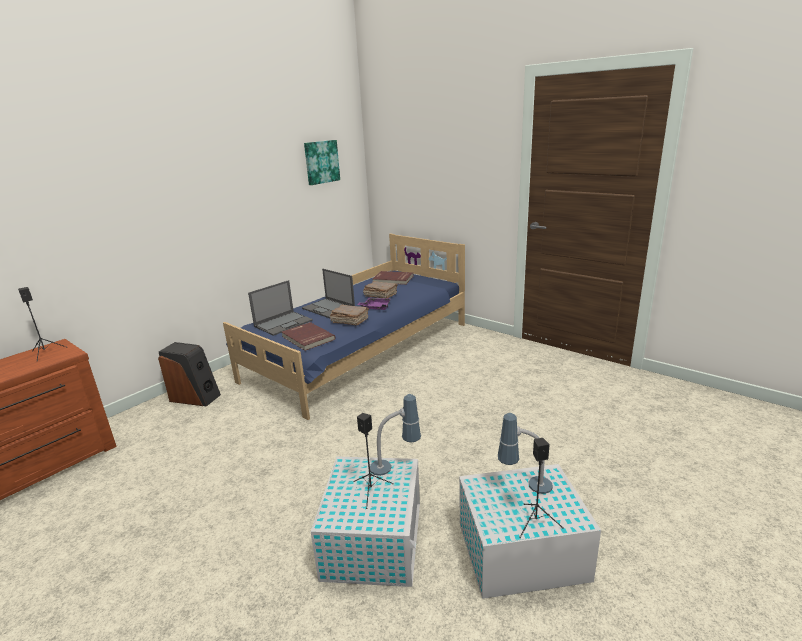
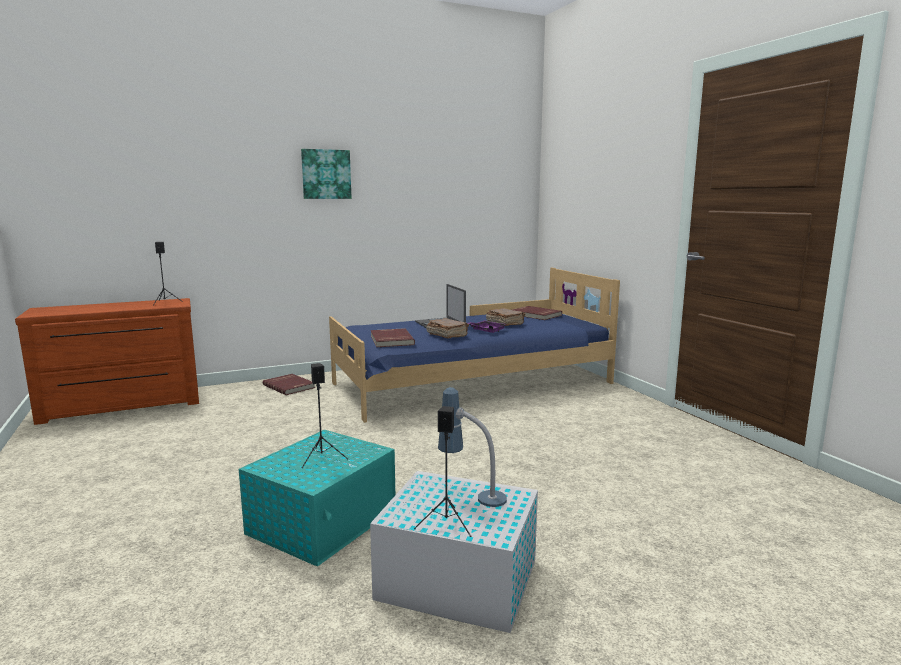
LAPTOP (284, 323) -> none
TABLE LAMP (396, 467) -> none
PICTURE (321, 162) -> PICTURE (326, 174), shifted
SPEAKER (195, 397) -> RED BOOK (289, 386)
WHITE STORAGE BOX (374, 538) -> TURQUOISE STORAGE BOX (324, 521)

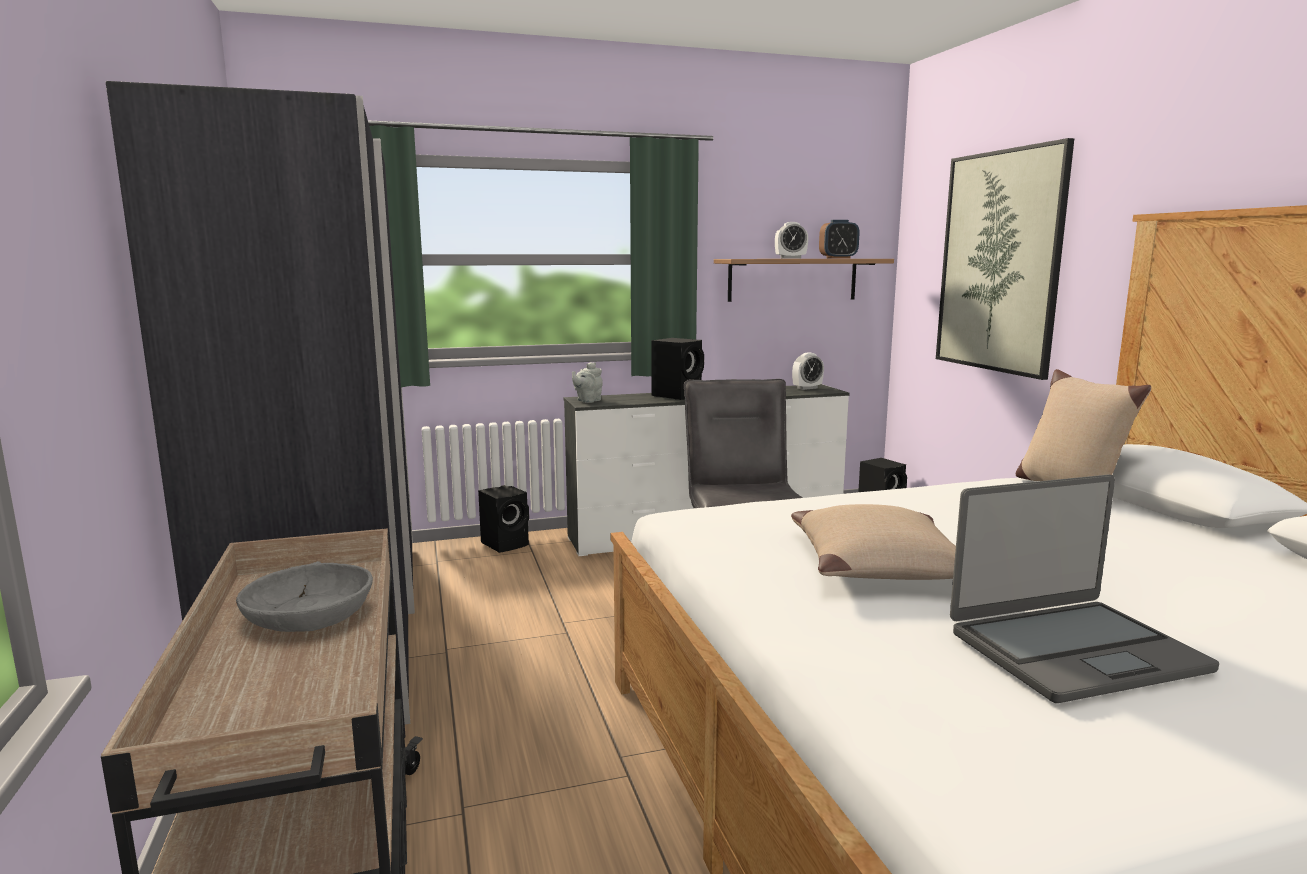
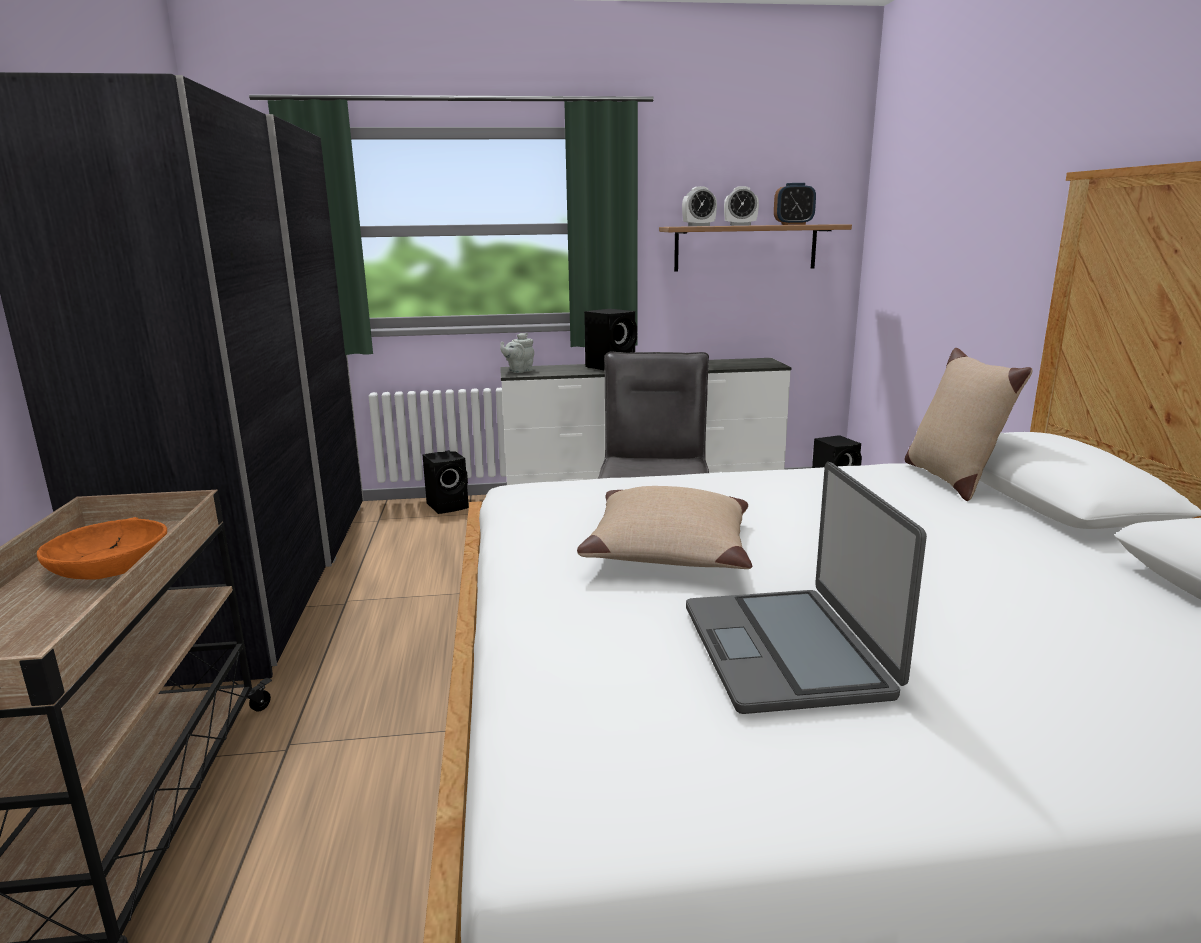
PICTURE (999, 262) -> none
ALARM CLOCK (807, 388) -> ALARM CLOCK (698, 226), shifted
GREY BOWL (308, 615) -> ORANGE BOWL (109, 565)
LAPTOP (1073, 650) -> LAPTOP (787, 650), 90 degrees clockwise

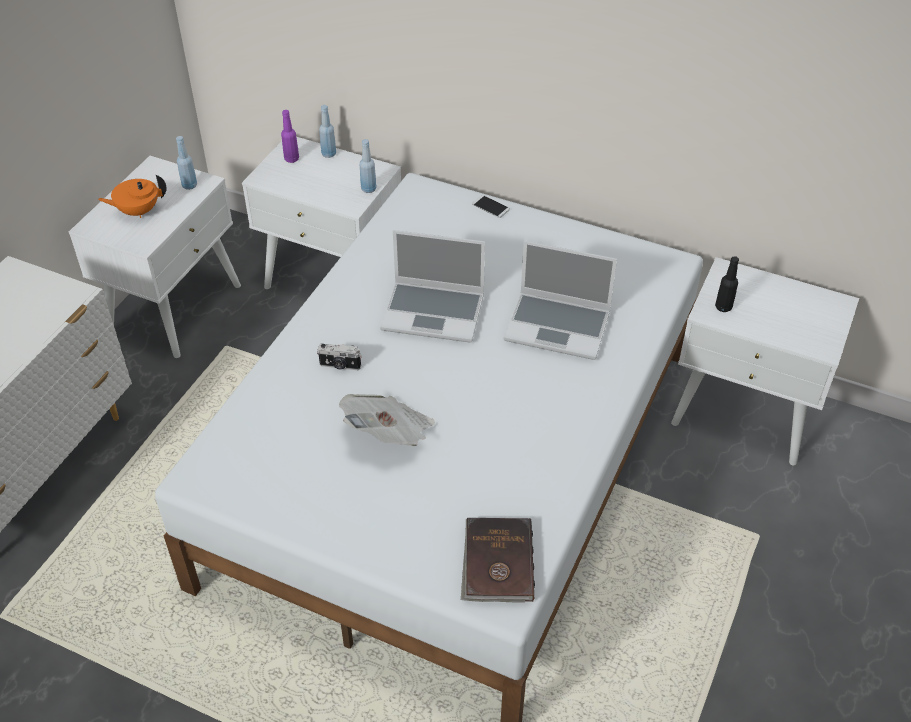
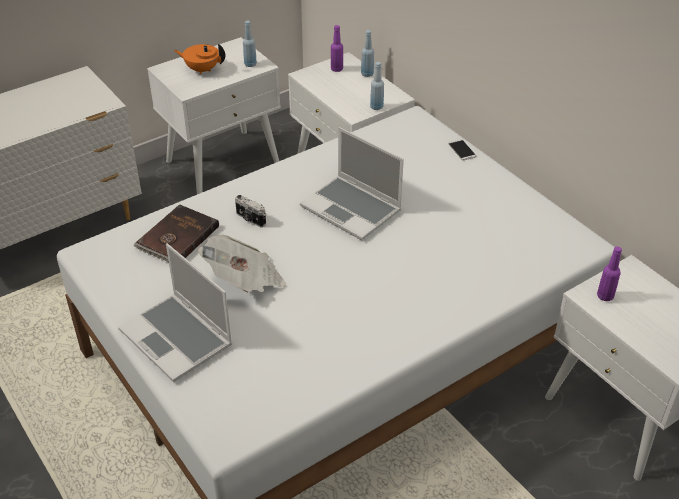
BROWN BOOK (497, 563) -> BROWN BOOK (177, 237), shifted
LAPTOP (559, 326) -> LAPTOP (178, 338), shifted
BLACK BOTTLE (723, 307) -> PURPLE BOTTLE (605, 296)

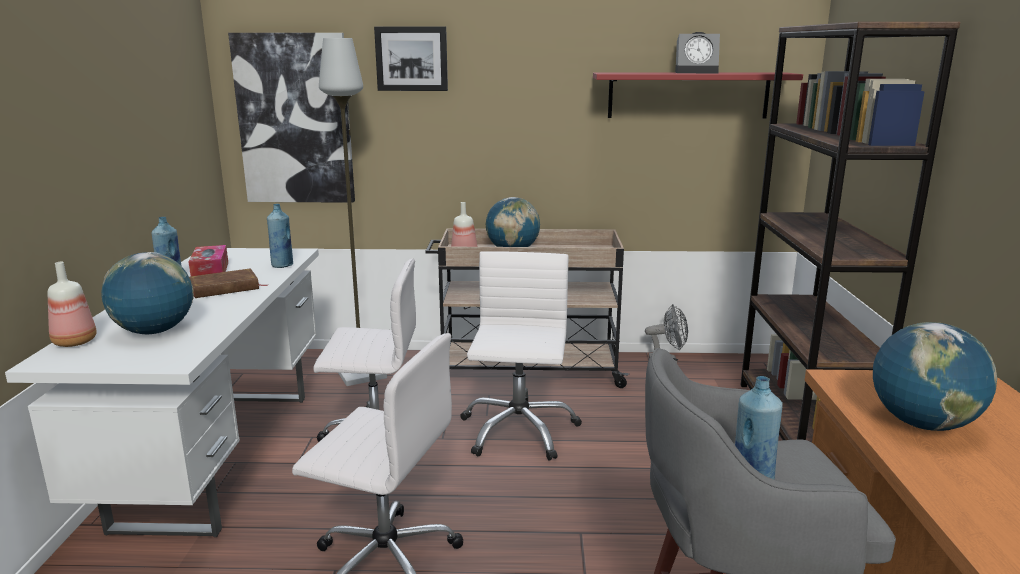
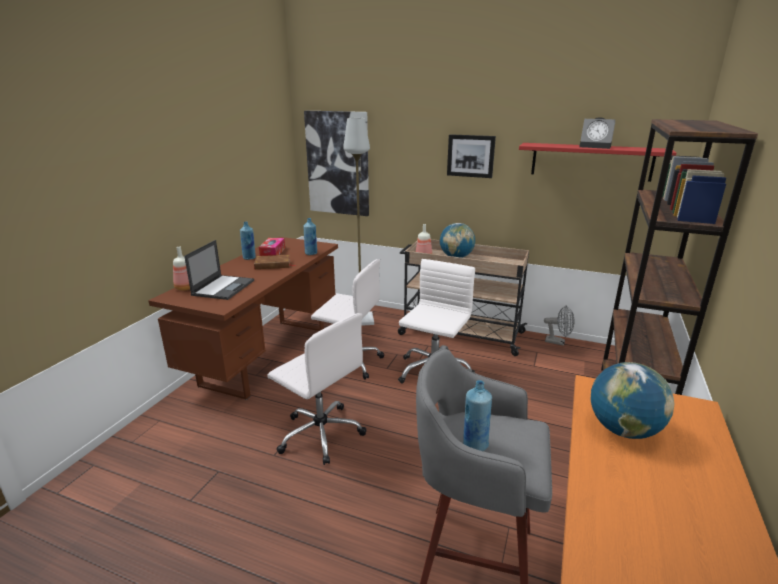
PICTURE (412, 58) -> PICTURE (470, 156), shifted
GLOBE (154, 332) -> LAPTOP (223, 287)
WHITE DESK (219, 455) -> BROWN DESK (266, 355)

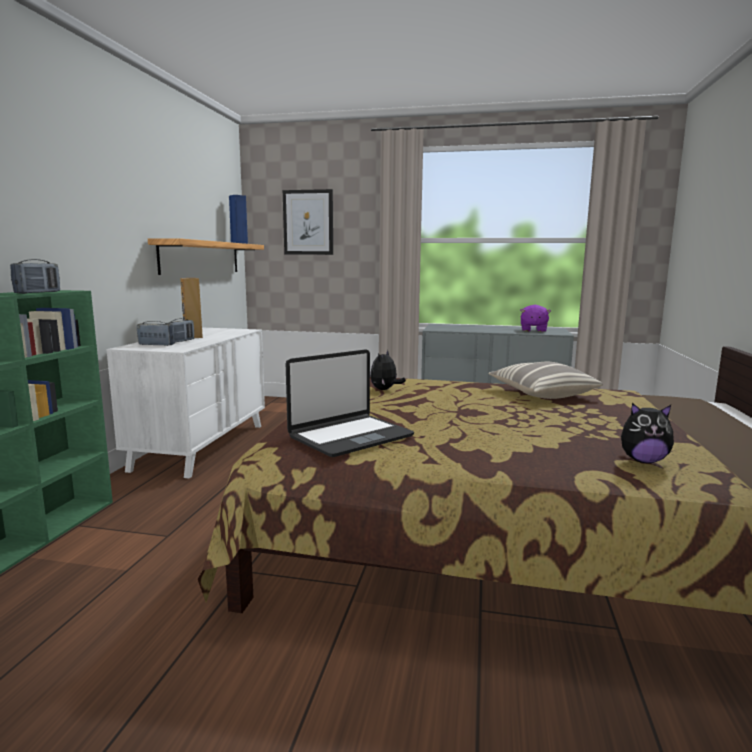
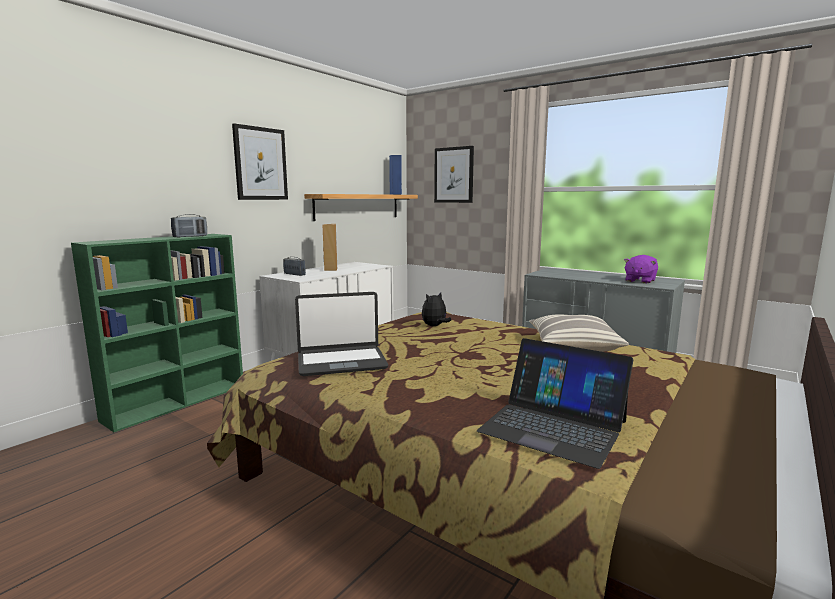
RADIO (180, 341) -> none
none -> PICTURE (260, 164)
PLUSH TOY (643, 460) -> LAPTOP (553, 426)

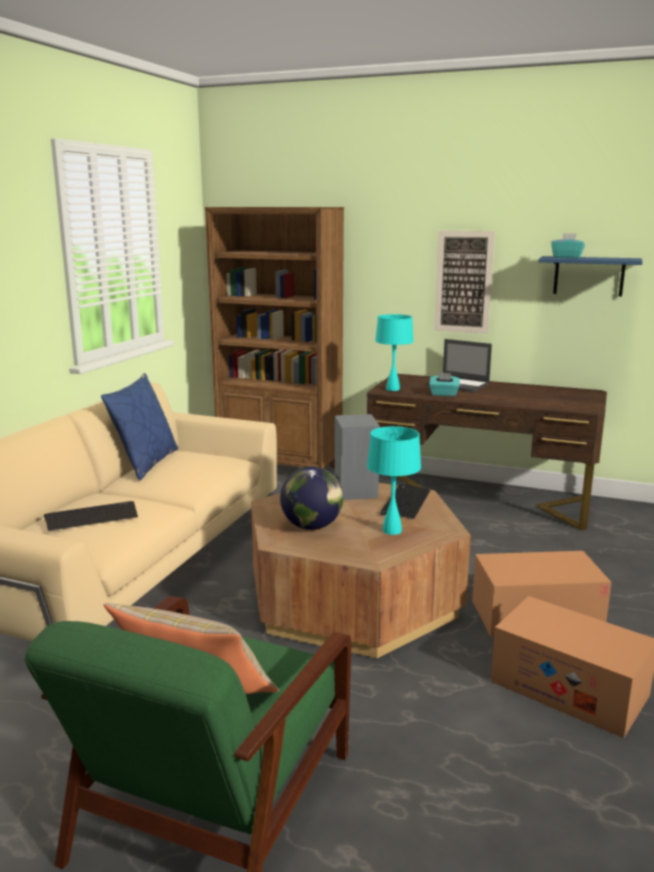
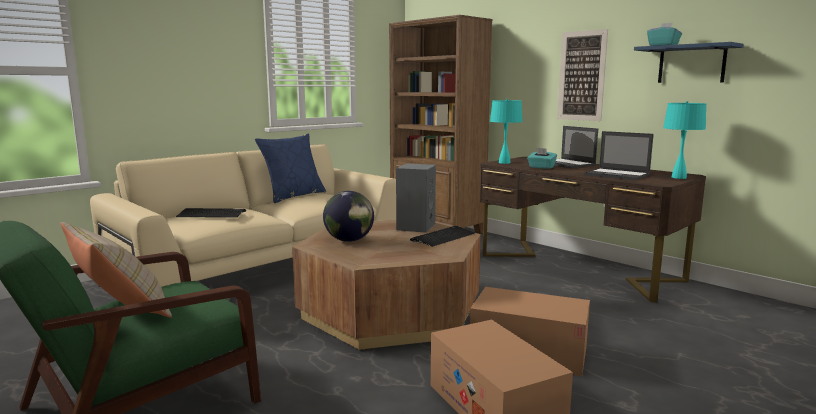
none -> LAPTOP (618, 175)
TURQUOISE TABLE LAMP (392, 531) -> TURQUOISE TABLE LAMP (679, 177), shifted

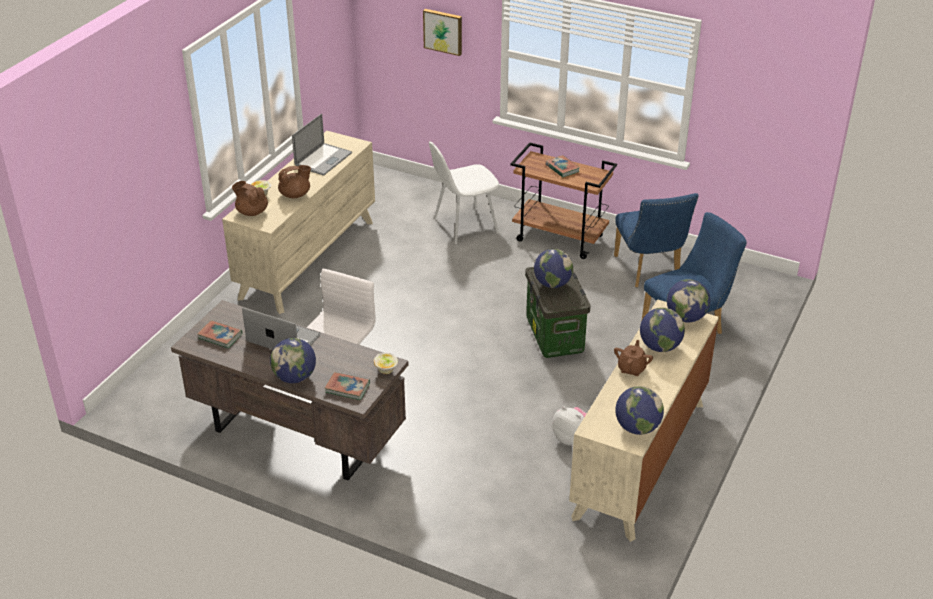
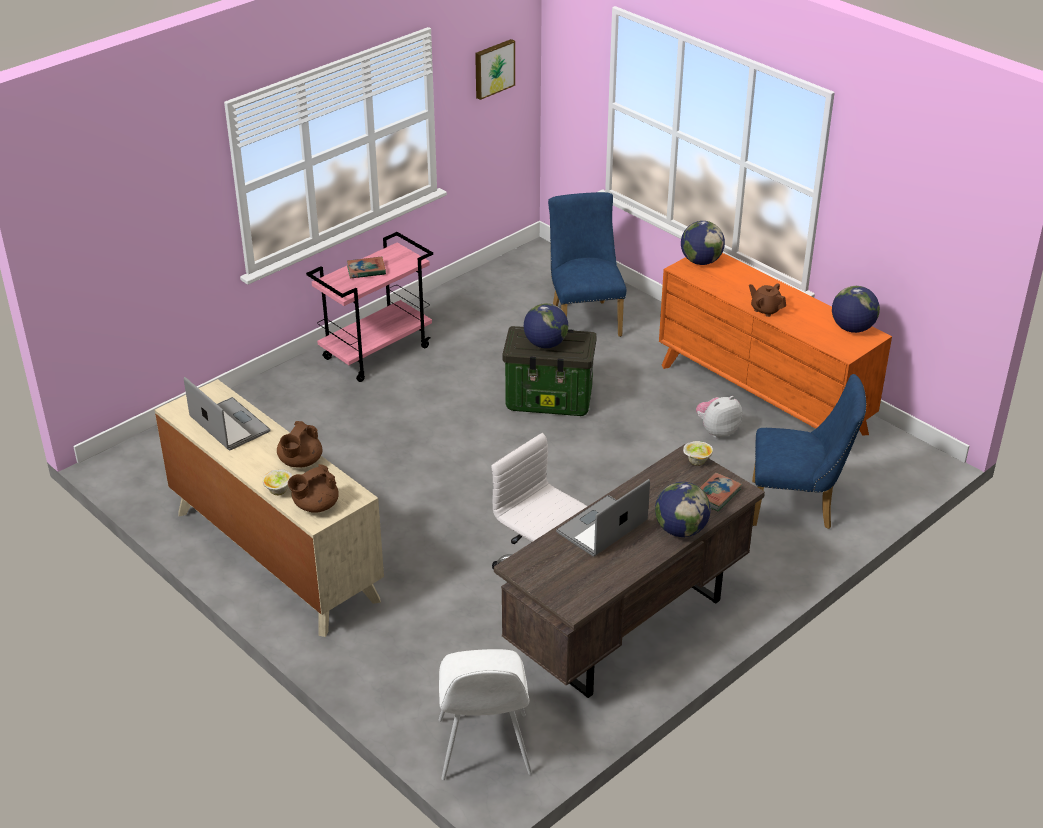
BOOK (220, 336) -> none
GLOBE (660, 347) -> none
PICTURE (443, 31) -> PICTURE (493, 68), shifted
WHITE CHAIR (464, 225) -> WHITE CHAIR (484, 749), shifted
BLUE CHAIR (649, 271) -> BLUE CHAIR (798, 507), shifted
BROWN CART (560, 238) -> PINK CART (377, 352)
BEIGE DRESSER (640, 459) -> ORANGE DRESSER (763, 399)
BROWN TEAPOT (295, 195) -> BROWN TEAPOT (300, 462), 150 degrees counterclockwise

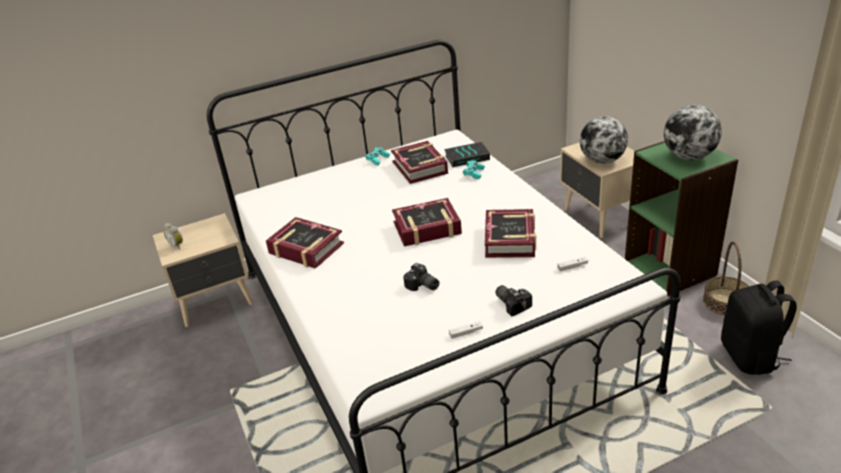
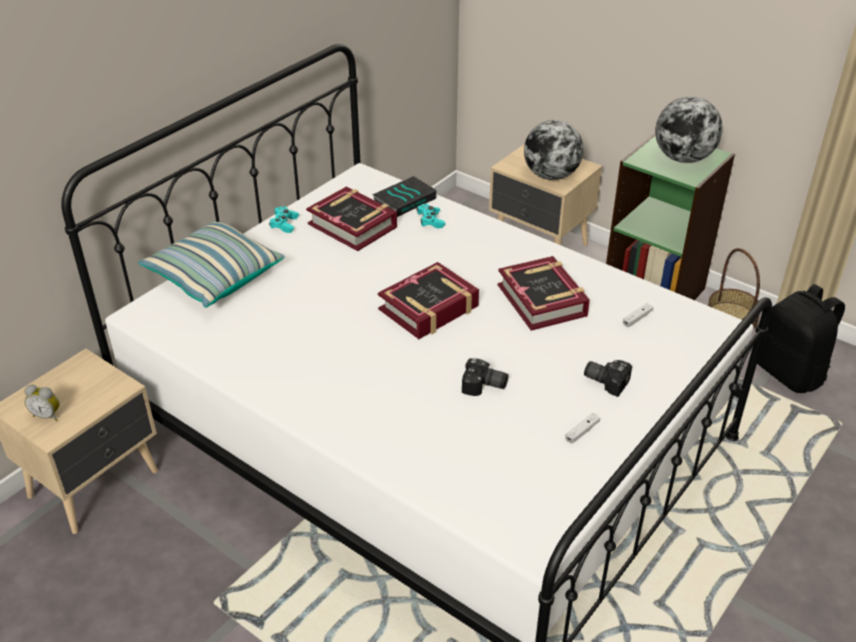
BOOK (306, 249) -> none
none -> PILLOW (214, 277)

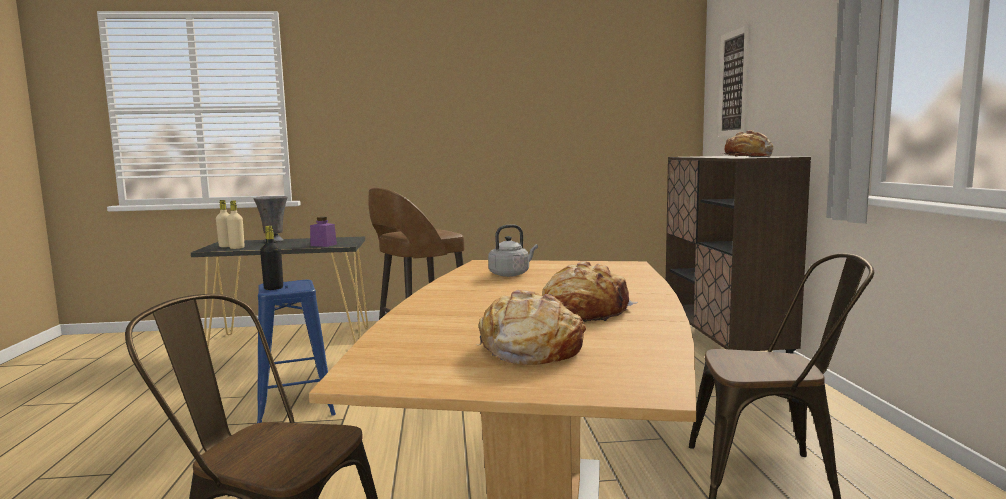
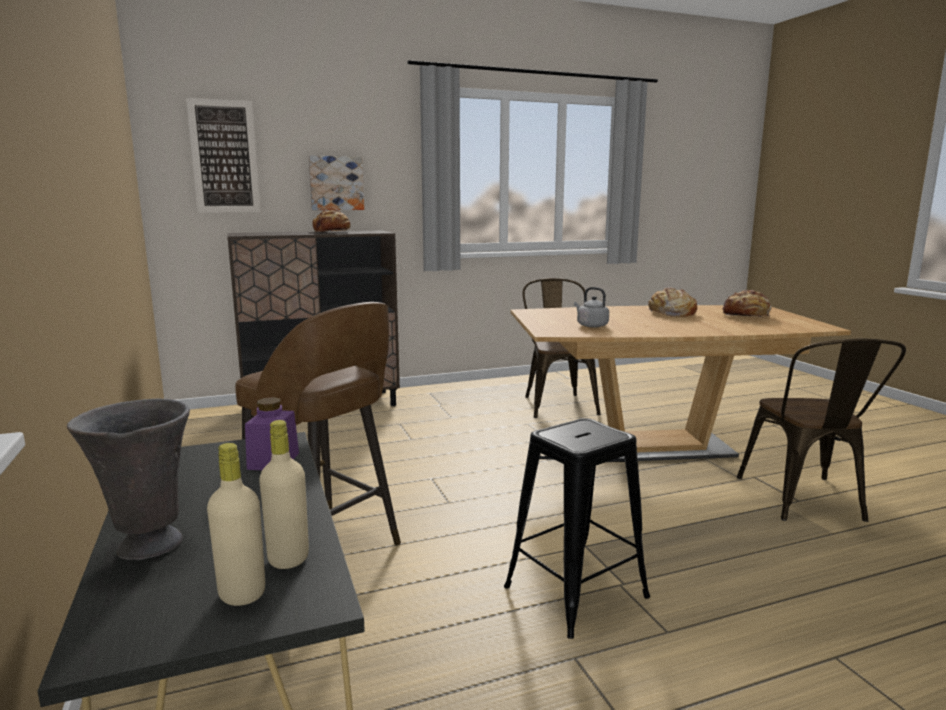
BLACK BOTTLE (273, 288) -> none
none -> PICTURE (336, 183)
BLUE STOOL (295, 406) -> BLACK STOOL (575, 592)

